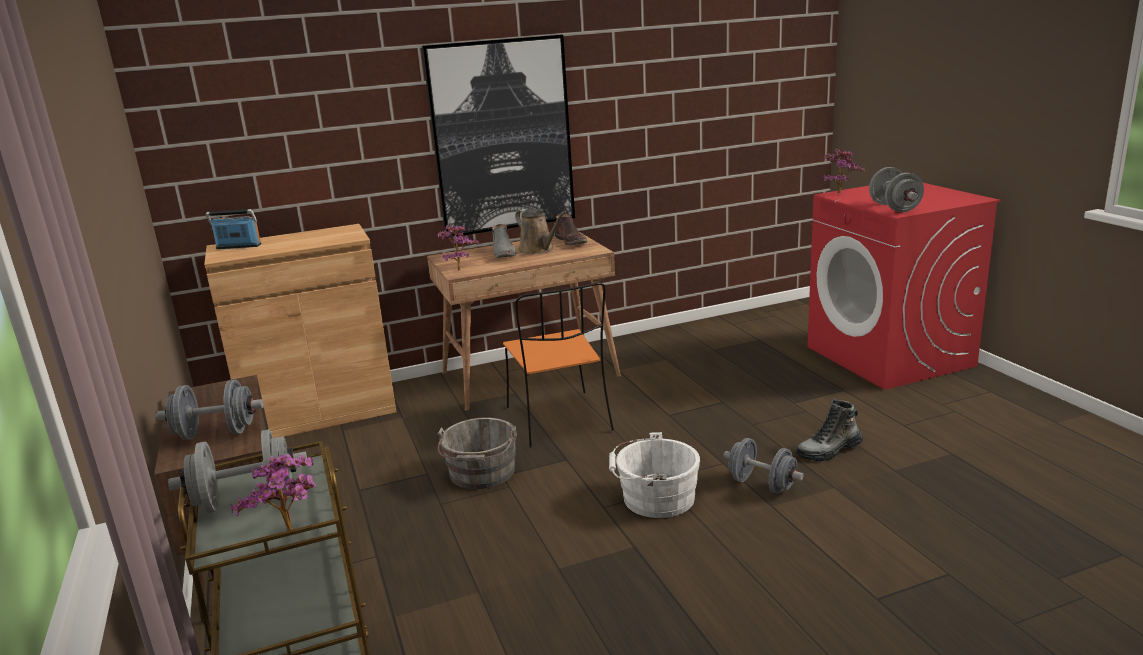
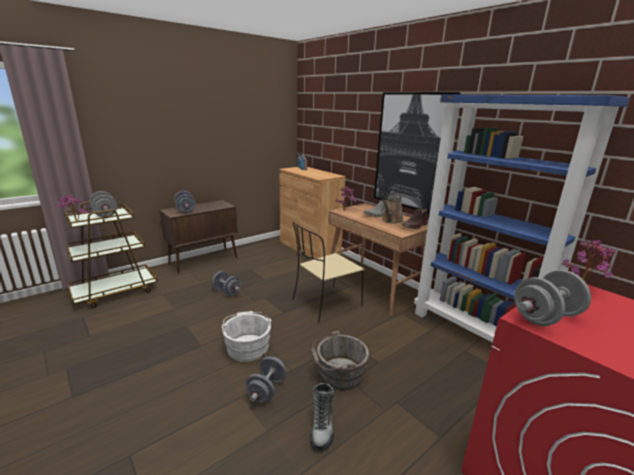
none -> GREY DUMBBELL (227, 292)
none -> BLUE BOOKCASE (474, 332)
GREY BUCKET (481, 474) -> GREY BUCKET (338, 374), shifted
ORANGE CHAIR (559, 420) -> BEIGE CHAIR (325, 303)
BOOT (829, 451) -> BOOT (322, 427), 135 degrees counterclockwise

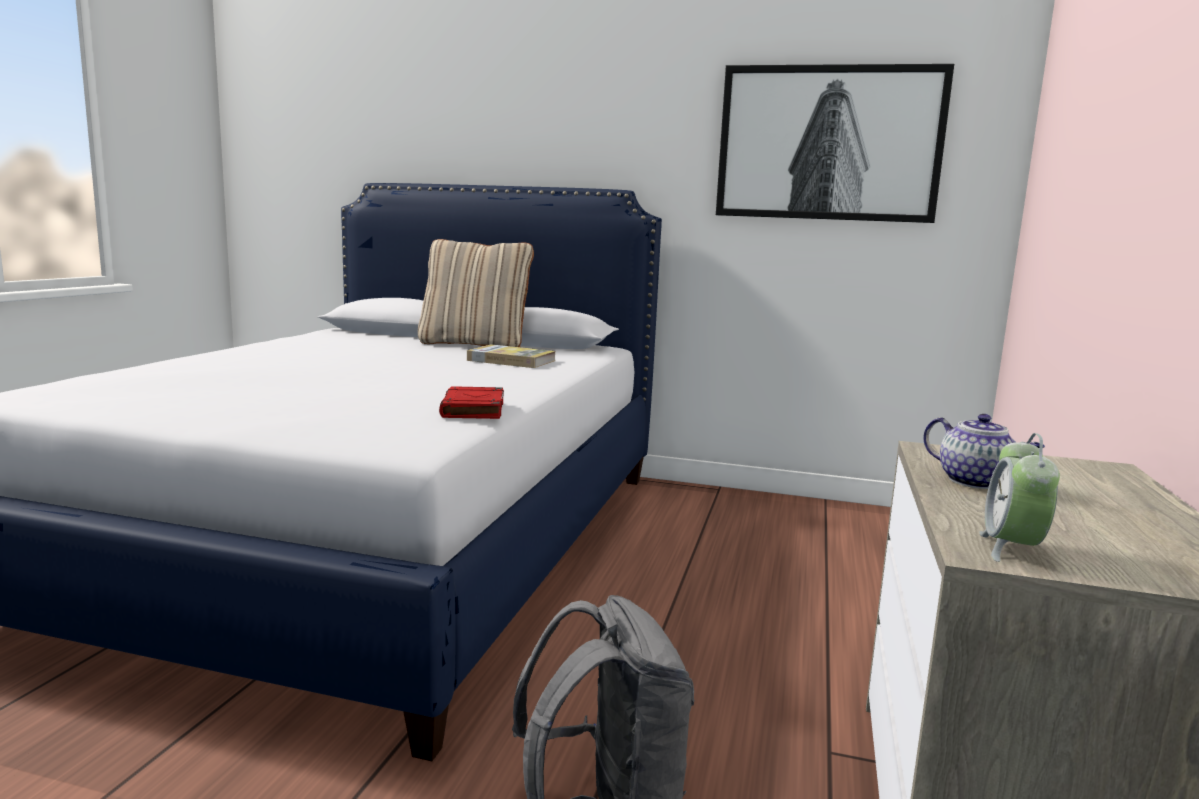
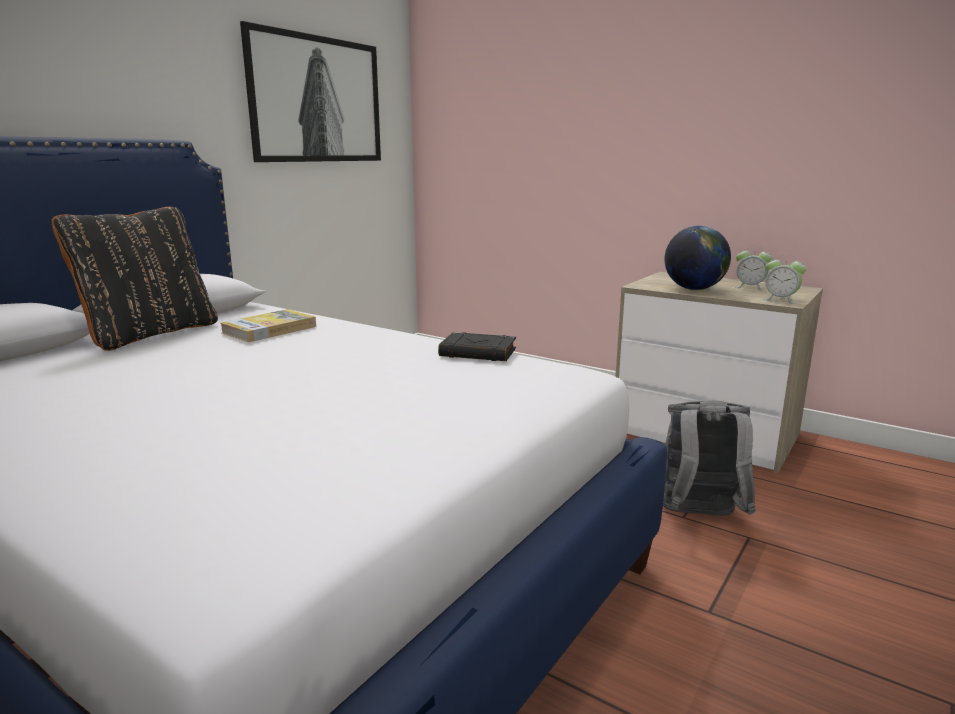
none -> ALARM CLOCK (750, 287)
TEAPOT (976, 482) -> GLOBE (694, 289)
BEIGE PILLOW (475, 344) -> BLACK PILLOW (150, 334)
RED BOOK (473, 409) -> BLACK BOOK (479, 352)

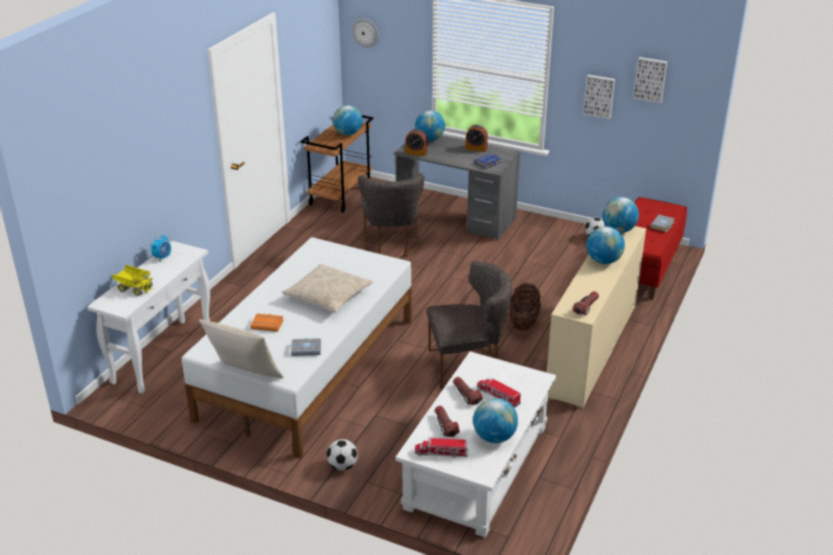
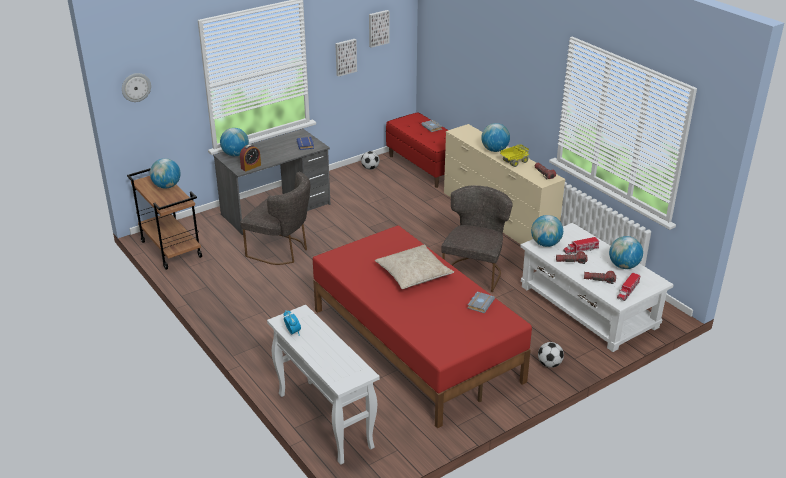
BEIGE PILLOW (244, 376) -> none
ORANGE BOOK (268, 324) -> none
ALARM CLOCK (476, 149) -> none
BASKET (523, 322) -> none
TOY TRUCK (134, 288) -> TOY TRUCK (514, 162), shifted
GLOBE (618, 230) -> GLOBE (545, 244), shifted
WHITE BED (306, 368) -> RED BED (415, 345)

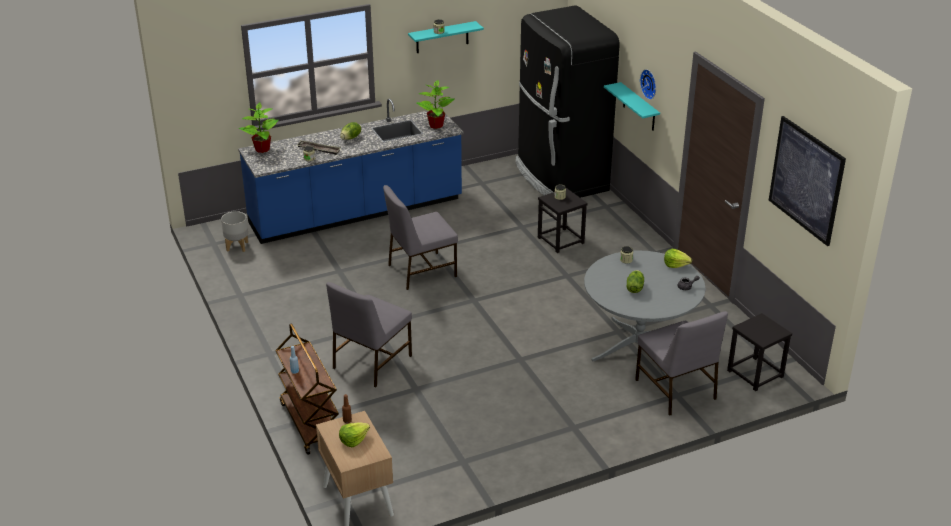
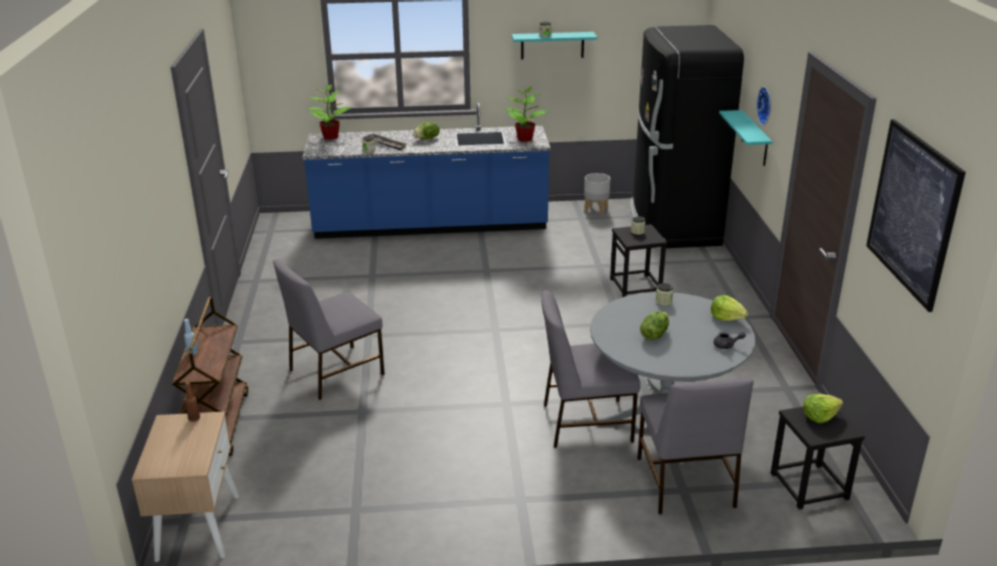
GREY PLANTER (237, 246) -> GREY PLANTER (596, 210), shifted
LETTUCE (353, 440) -> LETTUCE (819, 416), shifted
GREY CHAIR (420, 271) -> GREY CHAIR (585, 422), shifted

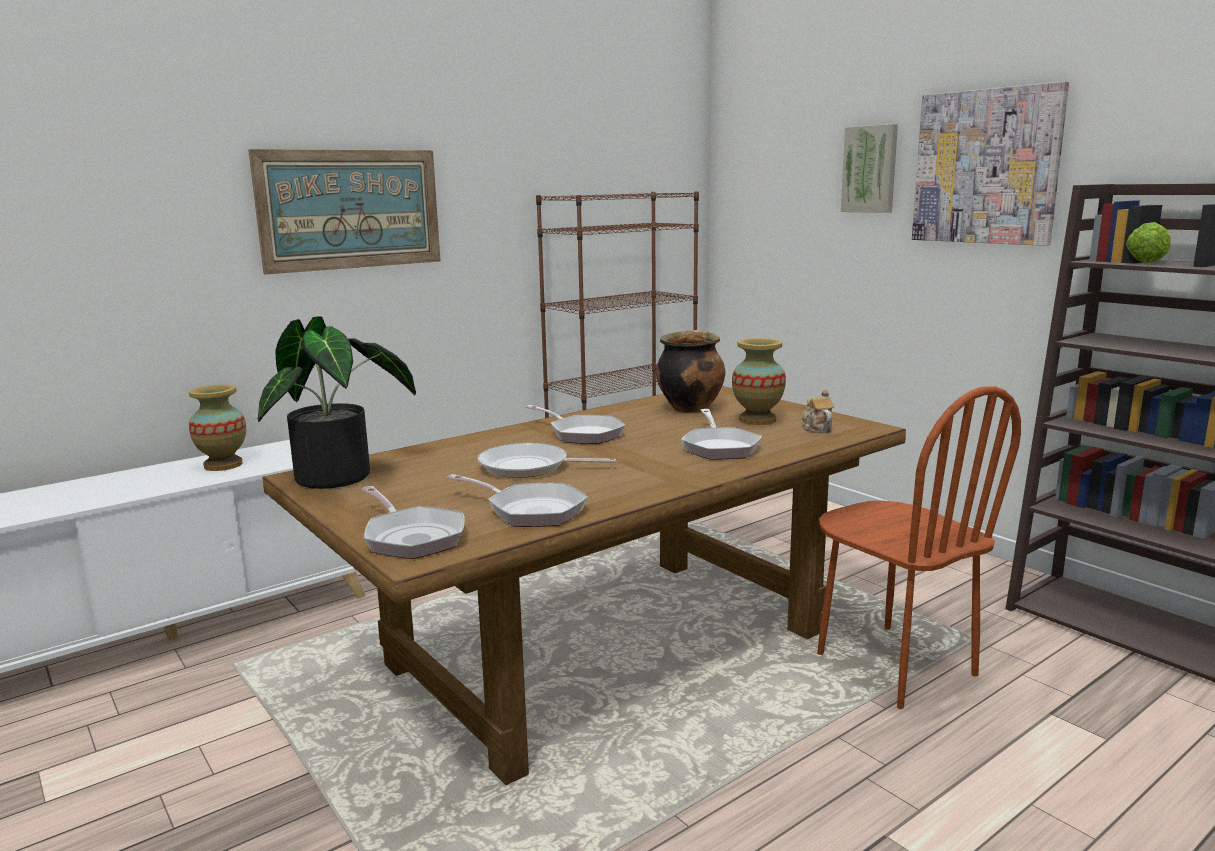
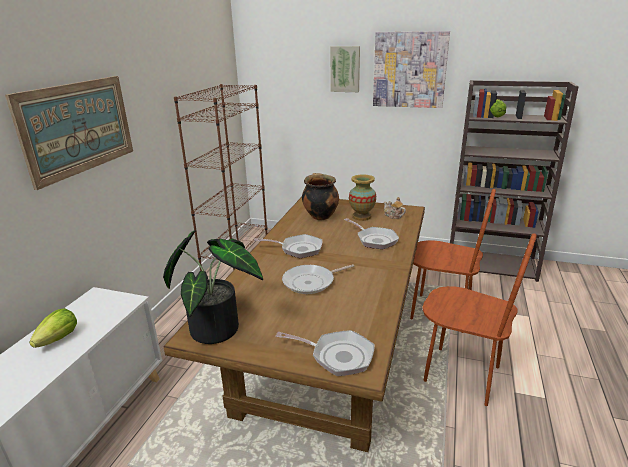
FRYING PAN (530, 511) -> none
none -> BROWN CHAIR (461, 375)
VASE (223, 465) -> LETTUCE (59, 339)

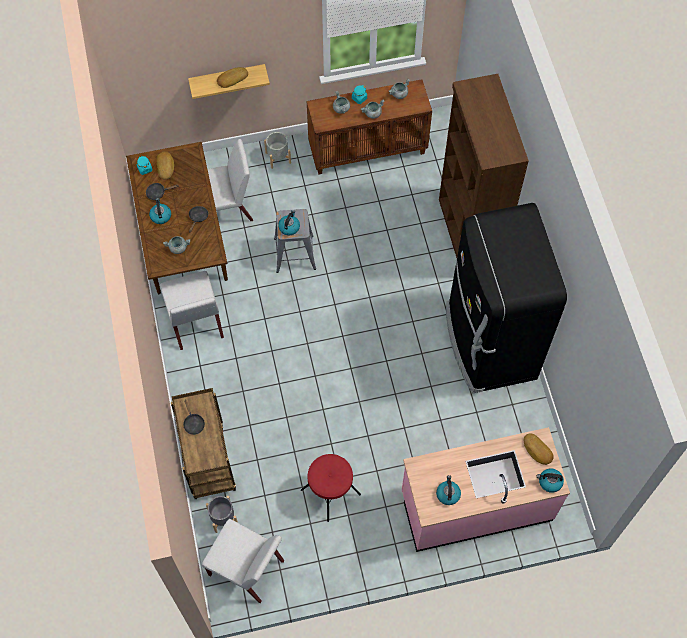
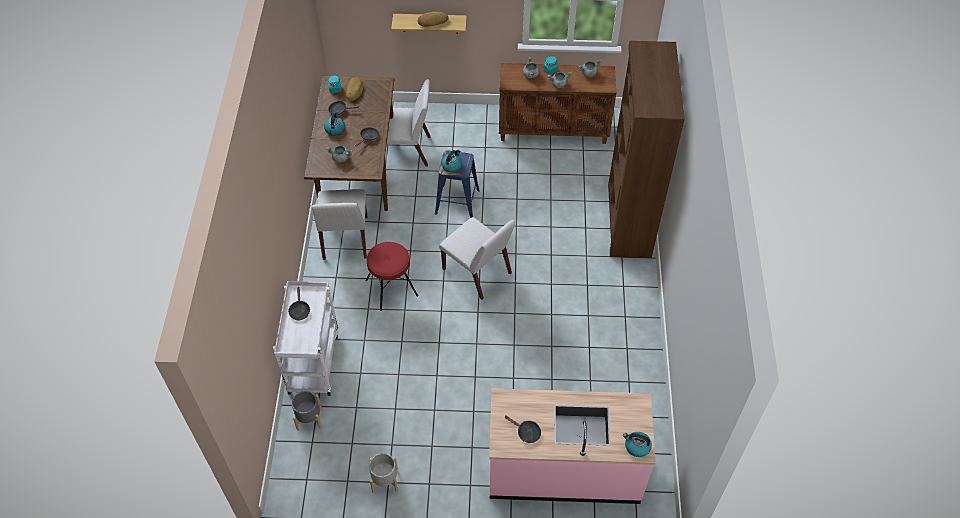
BLACK FRIDGE (489, 343) -> none
BREAD (537, 450) -> none
WHITE CHAIR (247, 568) -> WHITE CHAIR (477, 272), shifted
GREY PLANTER (278, 158) -> GREY PLANTER (385, 480), shifted
RED STOOL (330, 492) -> RED STOOL (391, 288), shifted
KETTLE (448, 494) -> BLACK FRYING PAN (526, 432)
BROWN CART (207, 459) -> WHITE CART (313, 361)
GREY STOOL (295, 253) -> BLUE STOOL (457, 202)

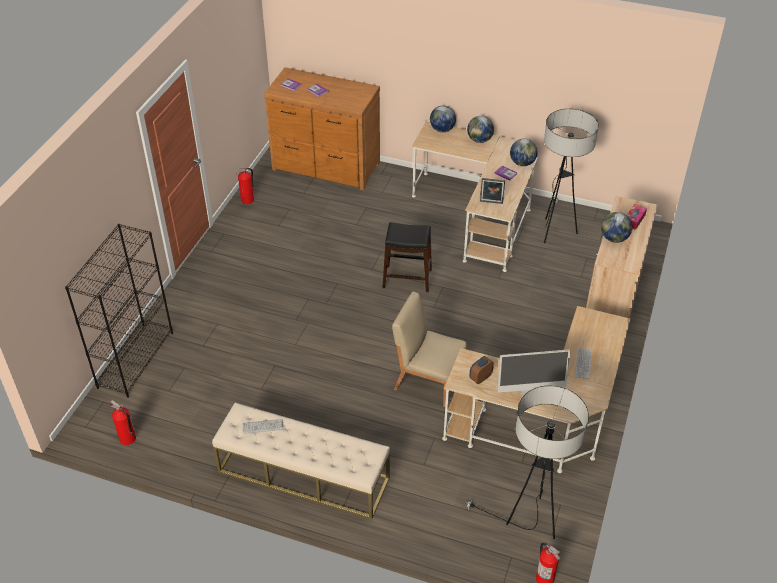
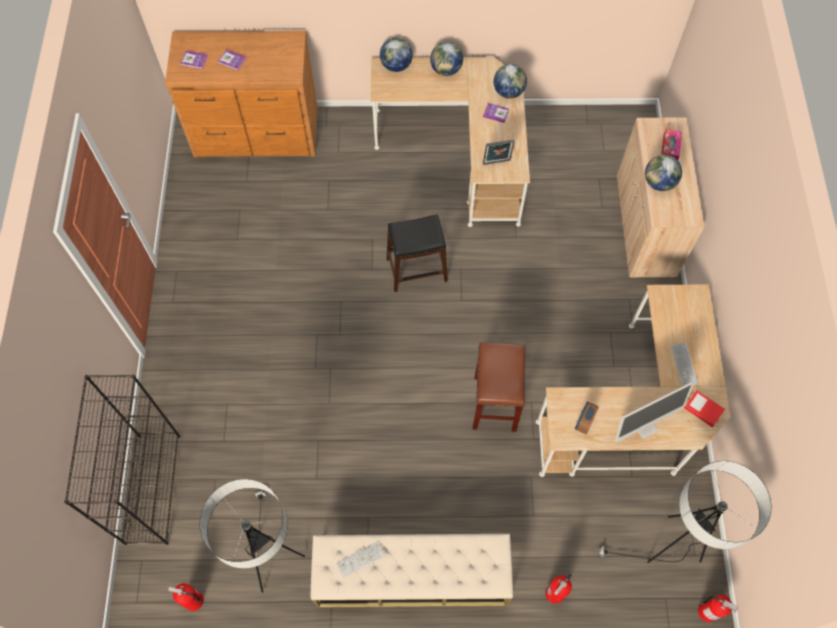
none -> BOOK (703, 410)
FIRE EXTINGUISHER (248, 200) -> FIRE EXTINGUISHER (555, 593), shifted
FLOOR LAMP (555, 232) -> FLOOR LAMP (273, 559), shifted
BEIGE CHAIR (428, 380) -> BROWN STOOL (494, 402)

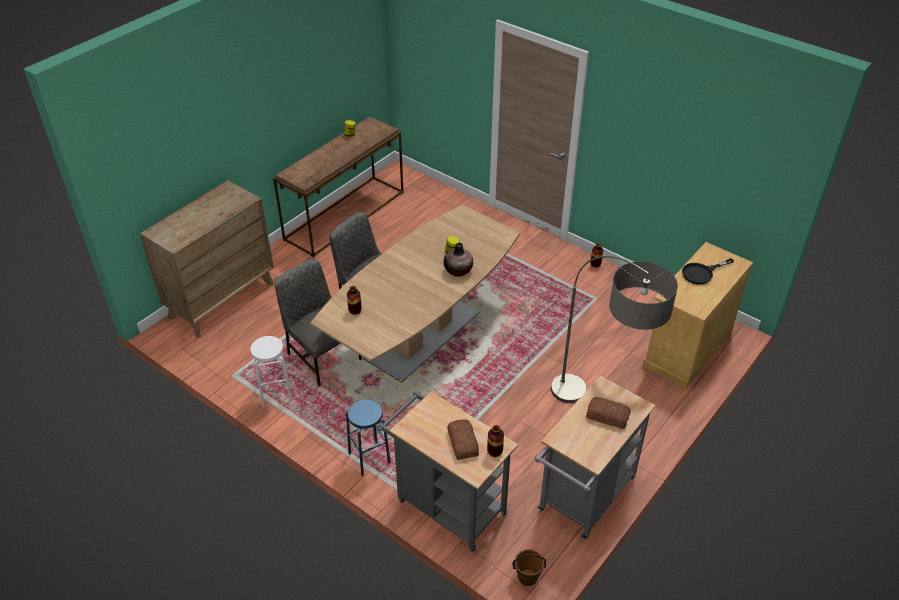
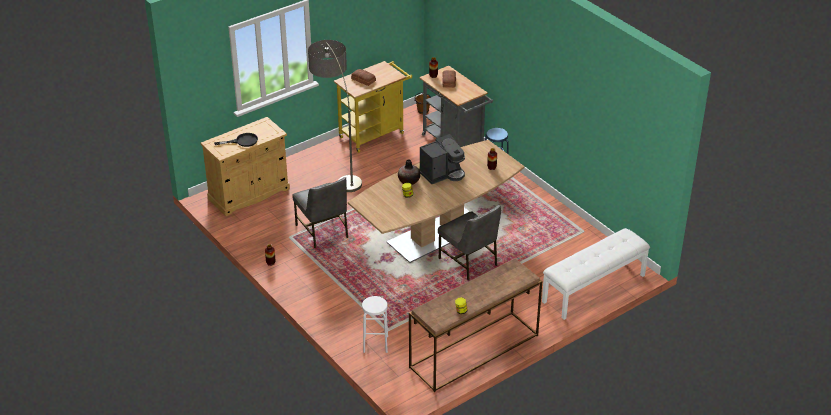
none -> COFFEE MACHINE (442, 173)
WHITE STOOL (275, 393) -> WHITE STOOL (375, 344), shifted
GREY CHAIR (323, 356) -> GREY CHAIR (323, 231), shifted
BROWN DRESSER (222, 300) -> WHITE BENCH (594, 289)
GREY CART (583, 499) -> YELLOW CART (374, 134)

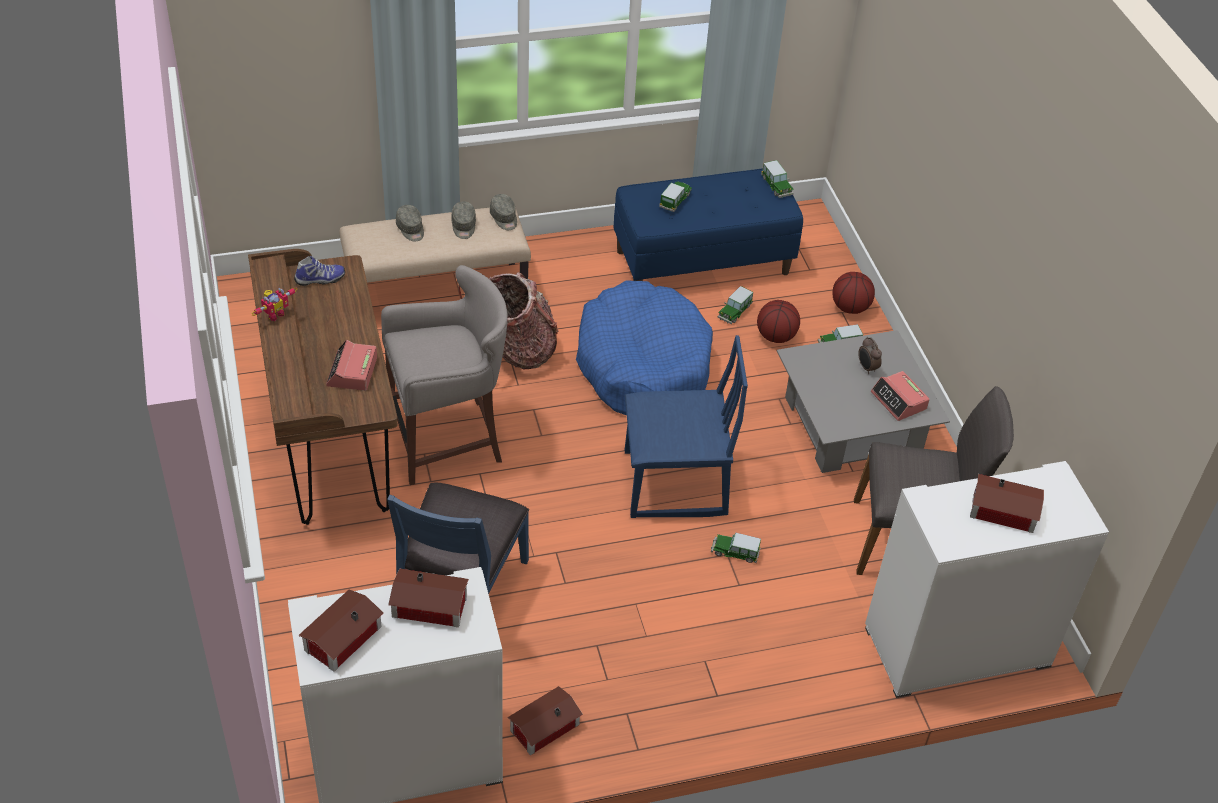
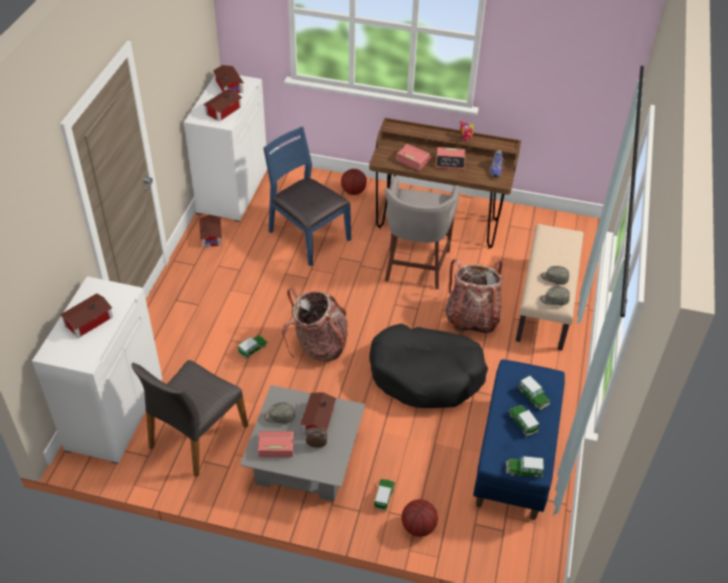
none -> TOY HOUSE (317, 420)
none -> ALARM CLOCK (450, 162)
GREY CAP (411, 229) -> GREY CAP (279, 417), shifted
TOY CAR (734, 312) -> TOY CAR (522, 422), shifted
BASKETBALL (776, 336) -> BASKETBALL (353, 192), shifted
BLUE CHAIR (675, 485) -> BACKPACK (319, 345)
BLUE DOG BED (643, 365) -> BLACK DOG BED (426, 374)

